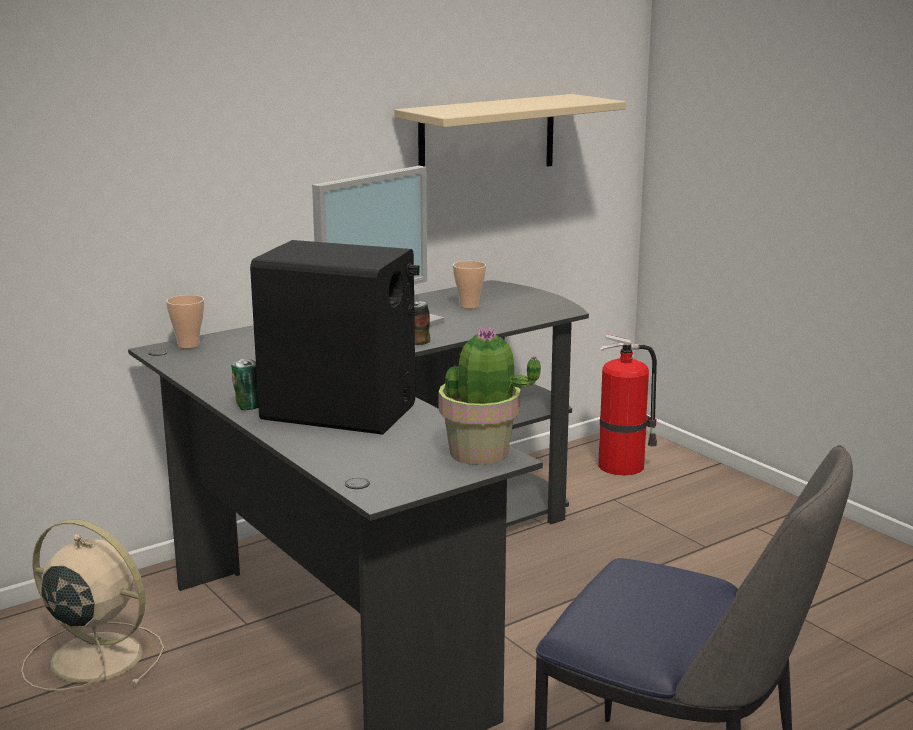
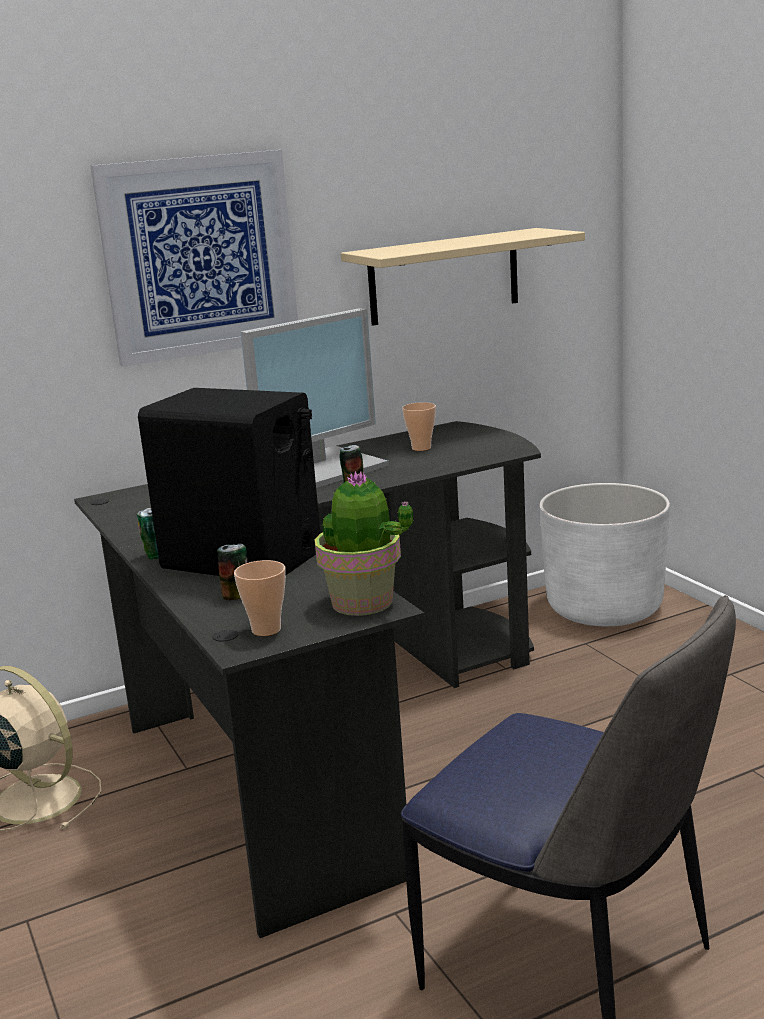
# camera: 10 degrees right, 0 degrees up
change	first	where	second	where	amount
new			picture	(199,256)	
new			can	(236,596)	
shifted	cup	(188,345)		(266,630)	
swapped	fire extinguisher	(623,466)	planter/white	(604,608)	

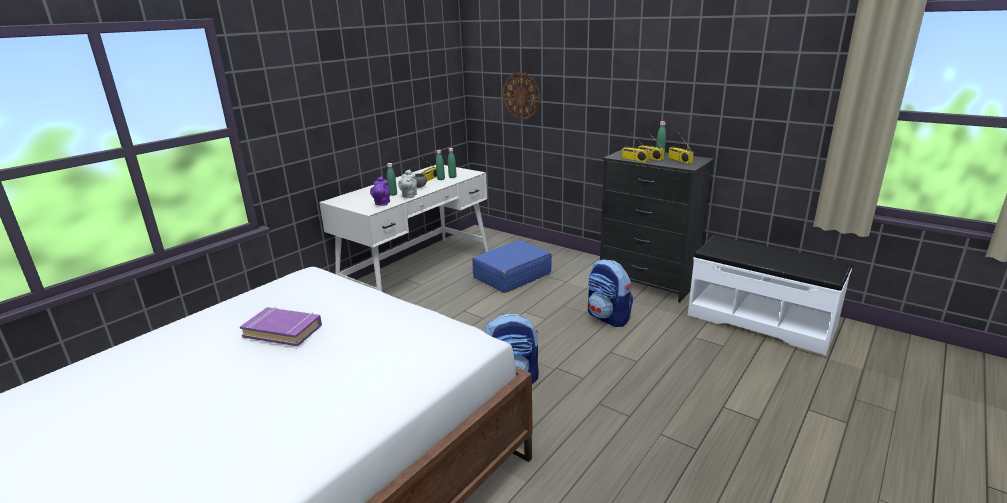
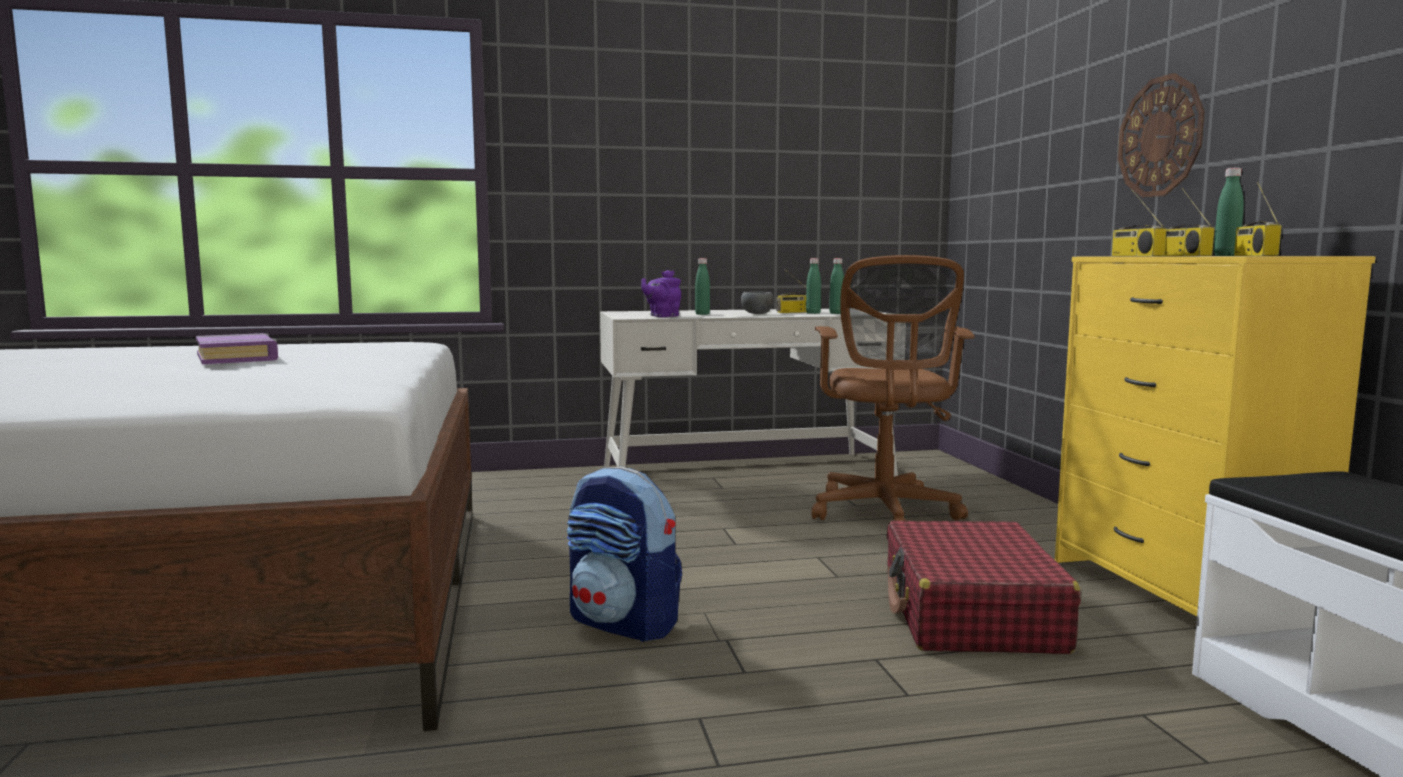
# camera: 40 degrees right, 15 degrees down
change	first	where	second	where	amount
gone	teapot/grey	(409,196)			
shifted	wall clock	(521,95)		(1160,137)	
swapped	suitcase/blue	(512,275)	office chair/brown	(884,513)	
swapped	backpack	(608,317)	suitcase/red	(970,613)	
repainted	dresser/black	(647,282)	dresser/yellow	(1175,594)	

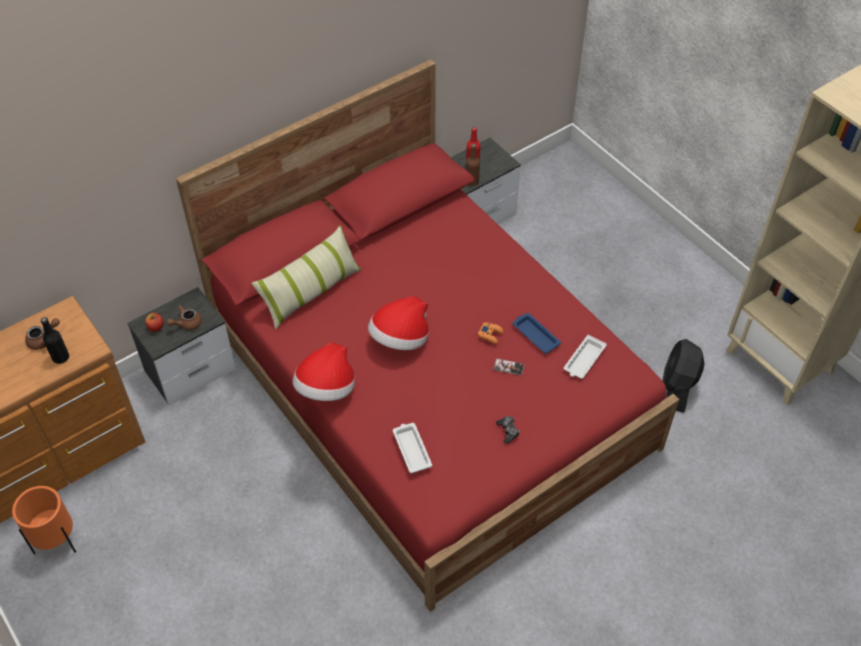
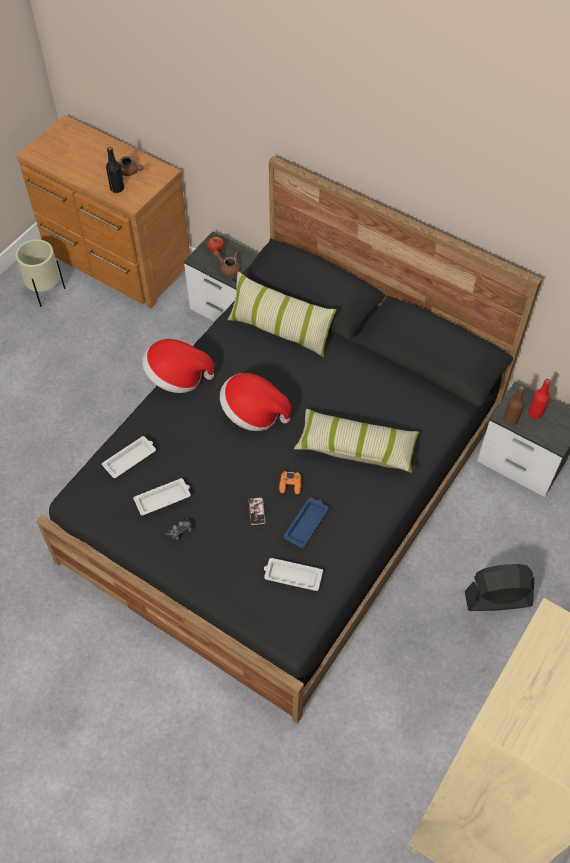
# camera: 70 degrees right, 5 degrees up
change	first	where	second	where	amount
new			tray/white	(163,498)	
new			pillow	(356,447)	
shifted	fan/black	(678,387)		(497,599)	
repainted	planter/orange	(57,542)	planter/beige	(47,293)	
repainted	bed/red	(430,388)	bed/black	(286,489)	

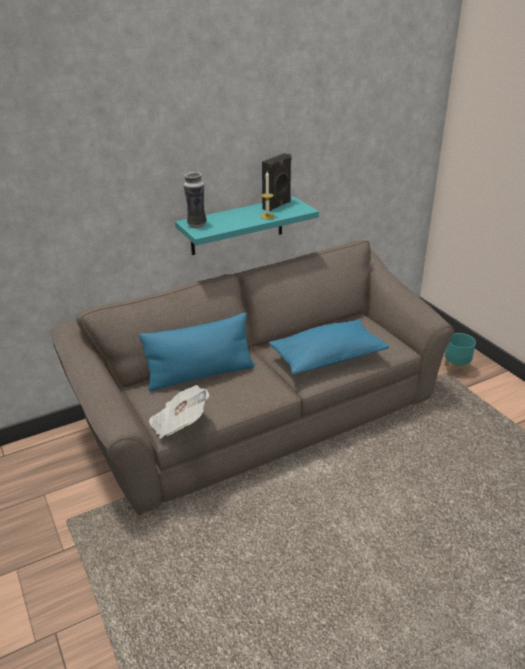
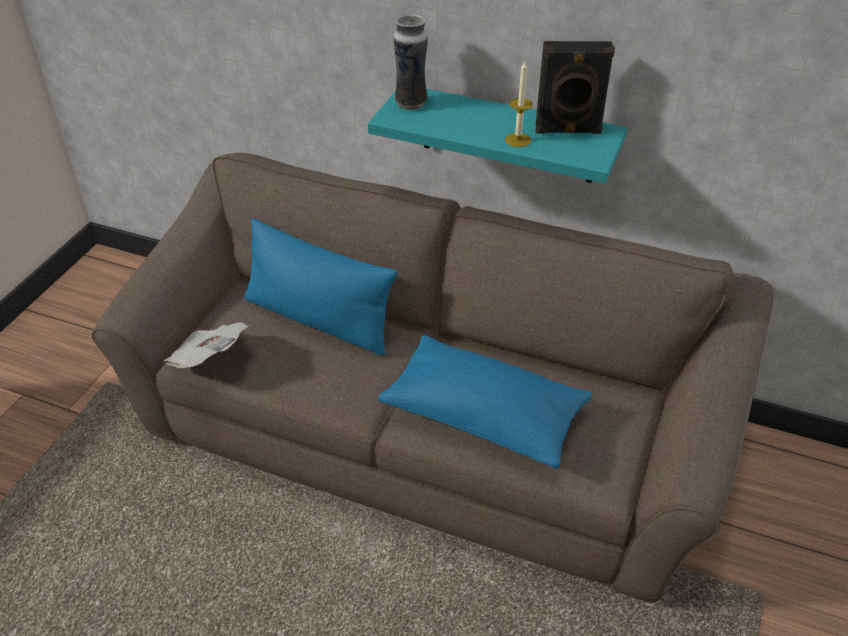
# camera: 50 degrees right, 10 degrees up
change	first	where	second	where	amount
gone	planter/turquoise	(456,370)			

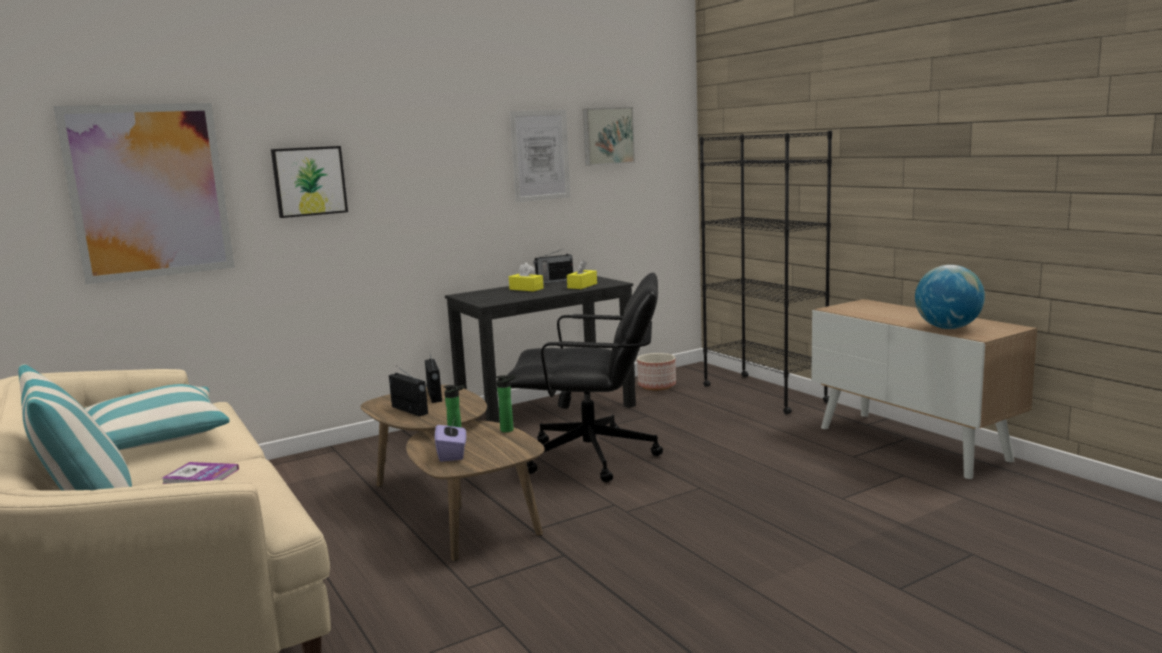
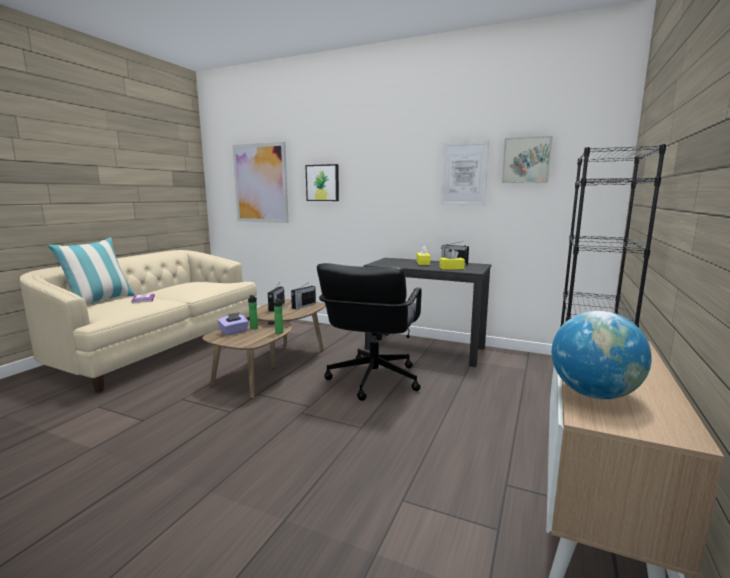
# camera: 55 degrees right, 0 degrees up
change	first	where	second	where	amount
gone	pillow	(154,437)			
gone	planter	(657,385)			
rotated	office chair/black	(592,457)		(372,379)	45 degrees clockwise

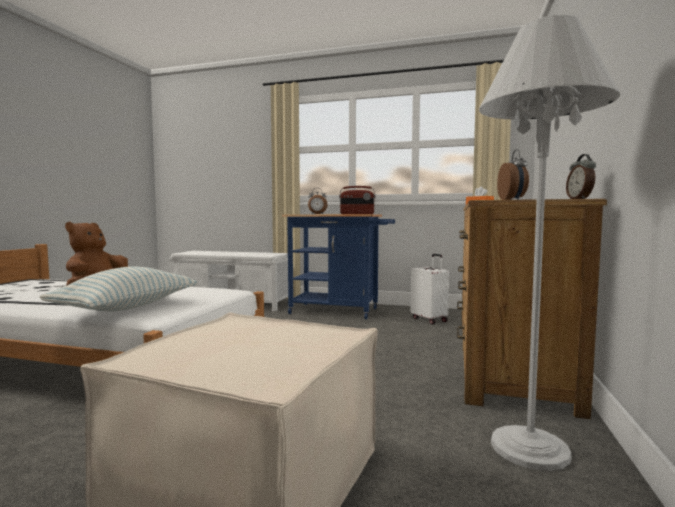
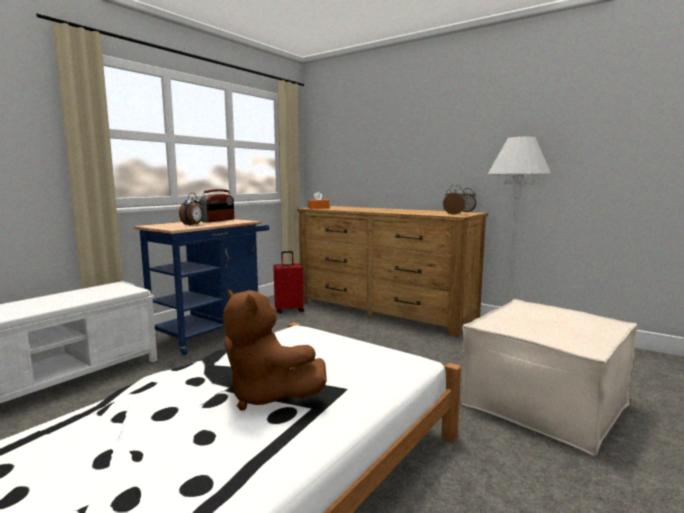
# camera: 70 degrees left, 5 degrees up
change	first	where	second	where	amount
gone	pillow	(127,308)			
repainted	suitcase/white	(430,320)	suitcase/red	(289,310)	

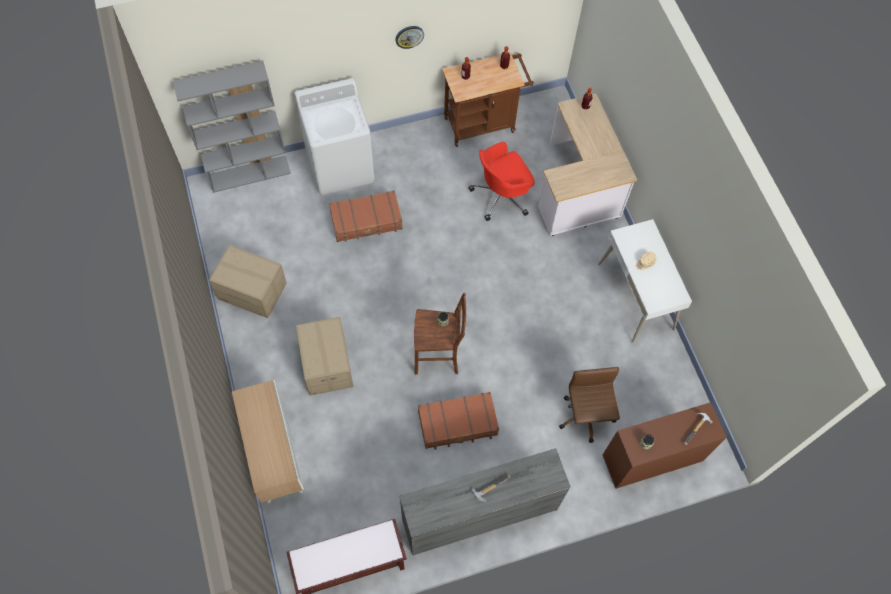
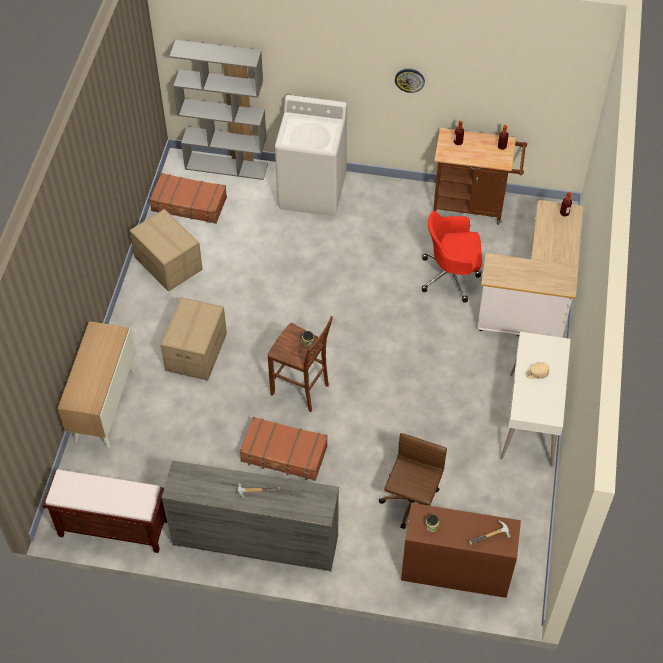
# camera: 30 degrees right, 10 degrees down
change	first	where	second	where	amount
shifted	suitcase/brown	(366,221)		(189,204)	

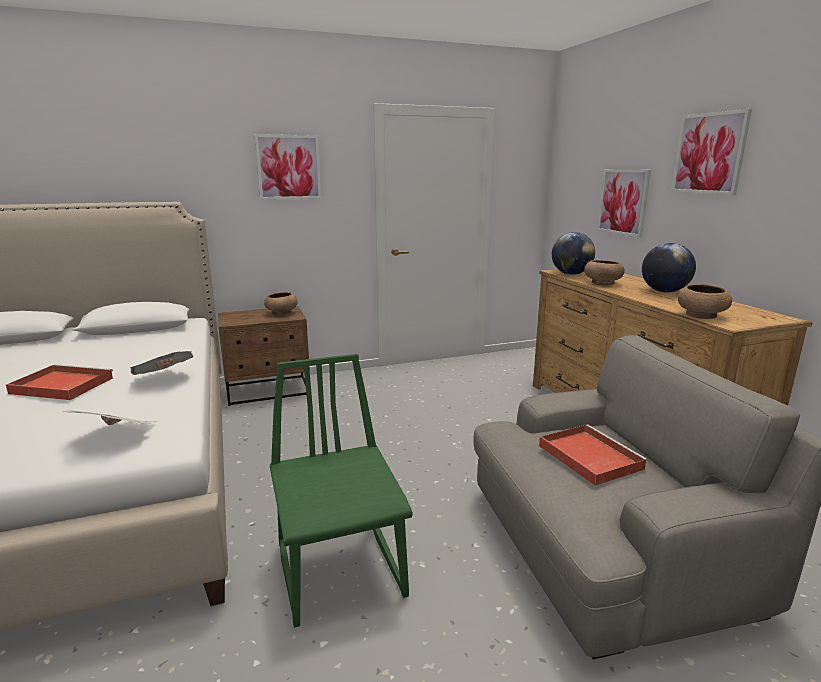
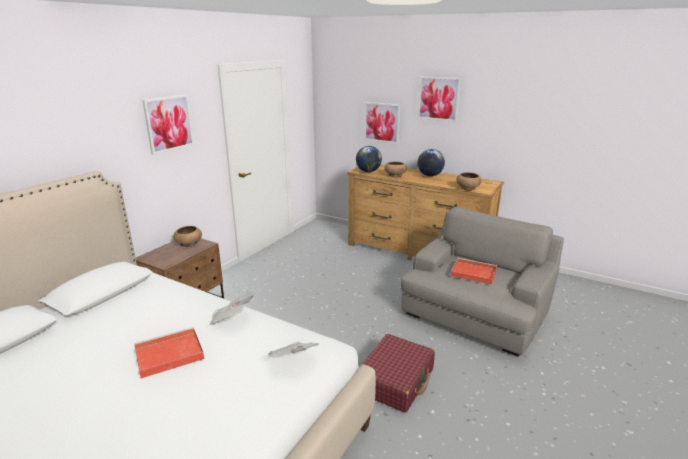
# camera: 40 degrees left, 5 degrees up
change	first	where	second	where	amount
swapped	chair/green	(341,570)	suitcase/red	(395,380)	

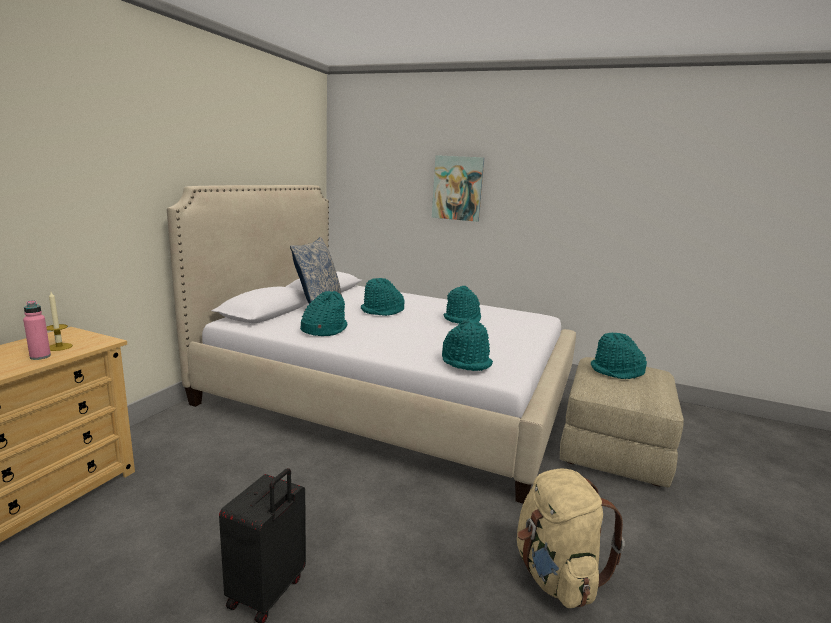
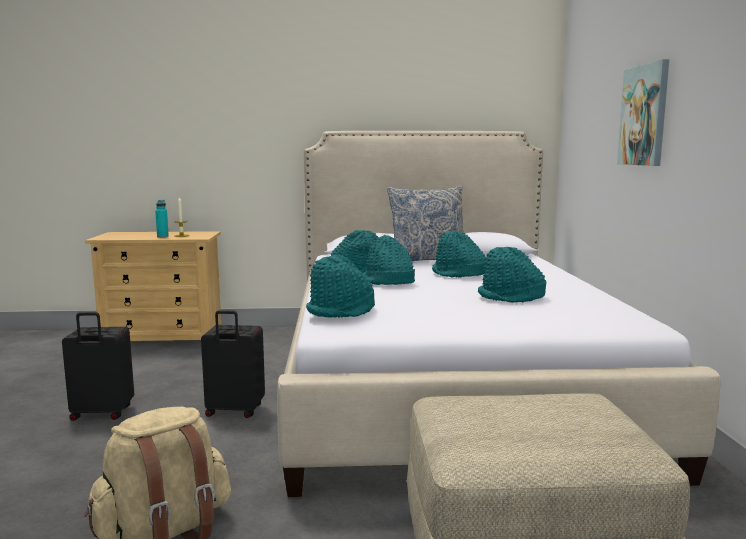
# camera: 65 degrees right, 5 degrees down
change	first	where	second	where	amount
new			suitcase/black	(234,411)	
shifted	hat/turquoise	(617,372)		(387,282)	
repainted	bottle/pink	(40,356)	bottle/turquoise	(162,237)	

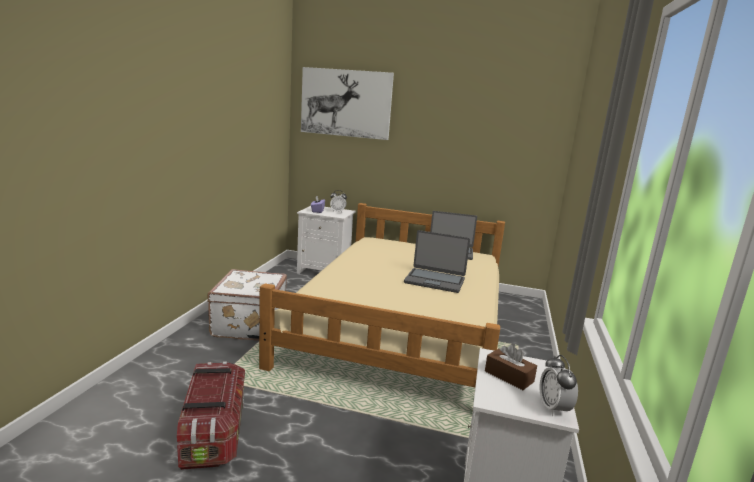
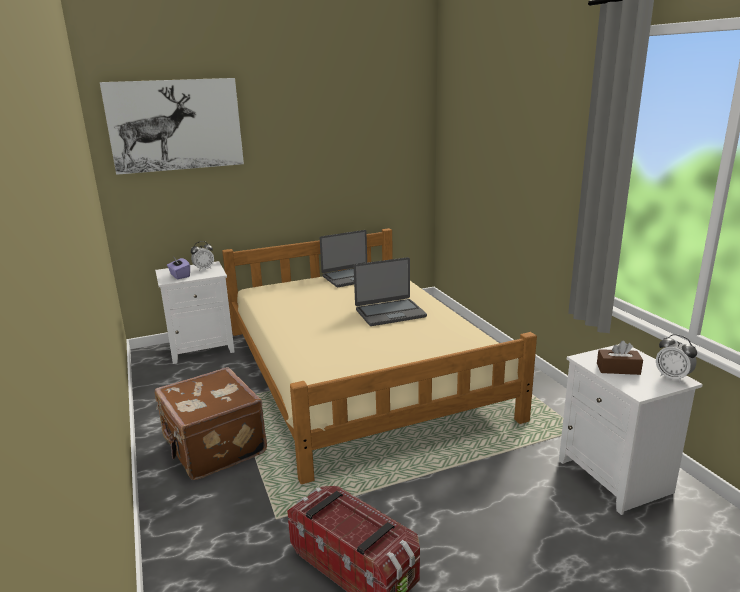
# camera: 35 degrees left, 5 degrees up
change	first	where	second	where	amount
repainted	suitcase/white	(247,325)	suitcase/brown	(213,447)	

